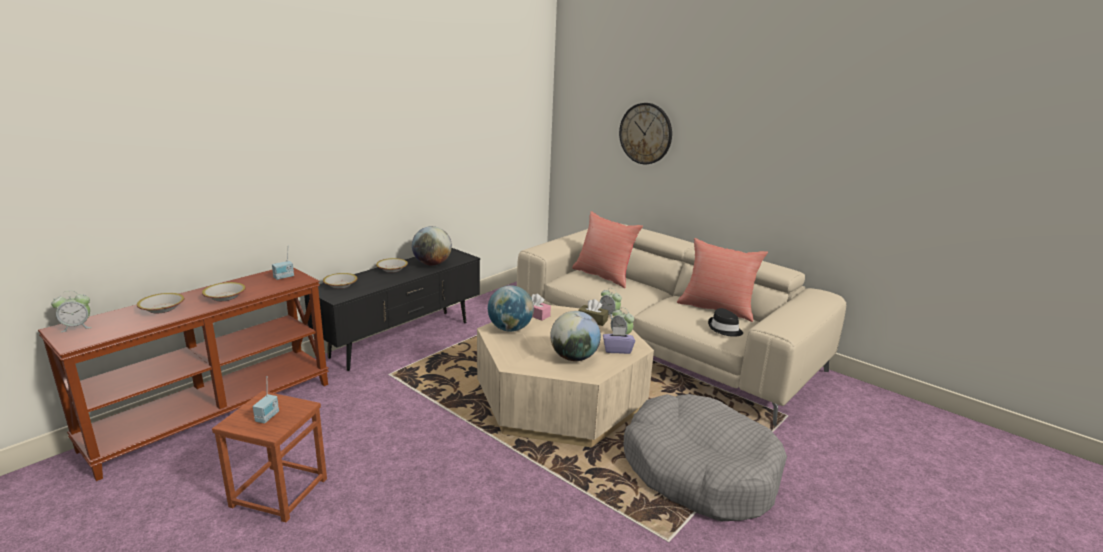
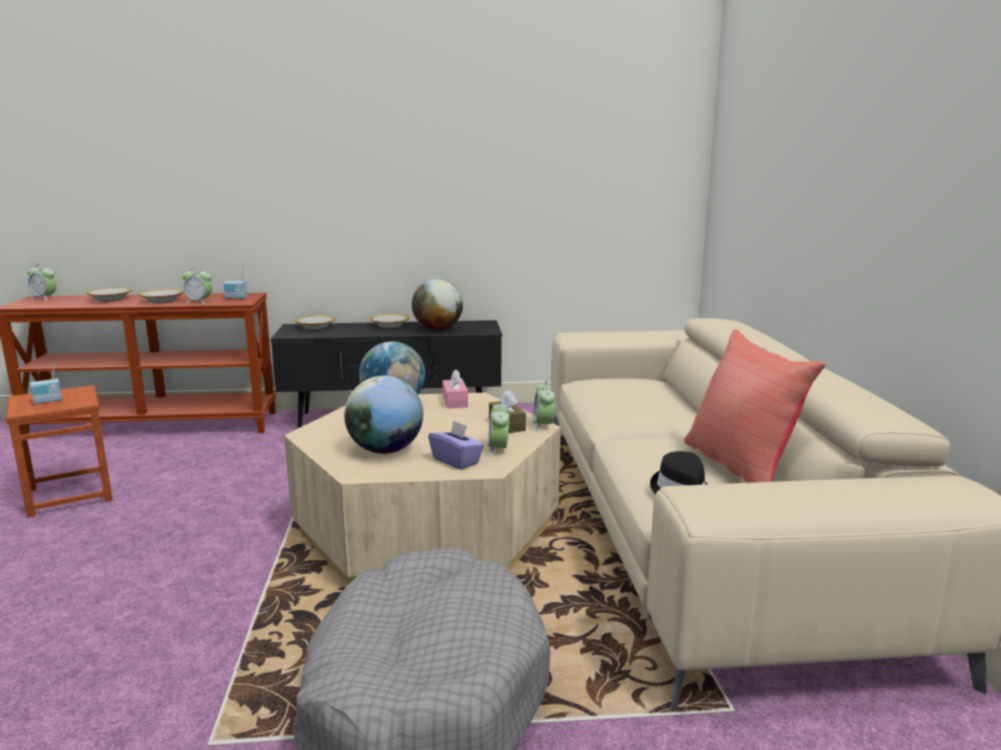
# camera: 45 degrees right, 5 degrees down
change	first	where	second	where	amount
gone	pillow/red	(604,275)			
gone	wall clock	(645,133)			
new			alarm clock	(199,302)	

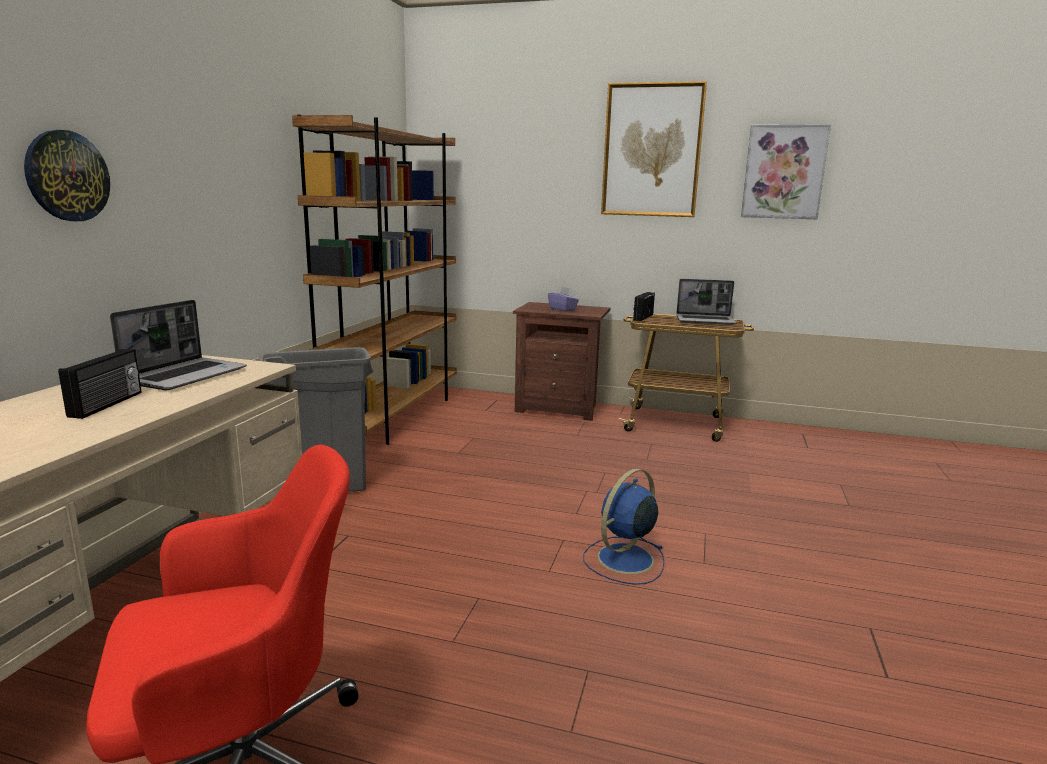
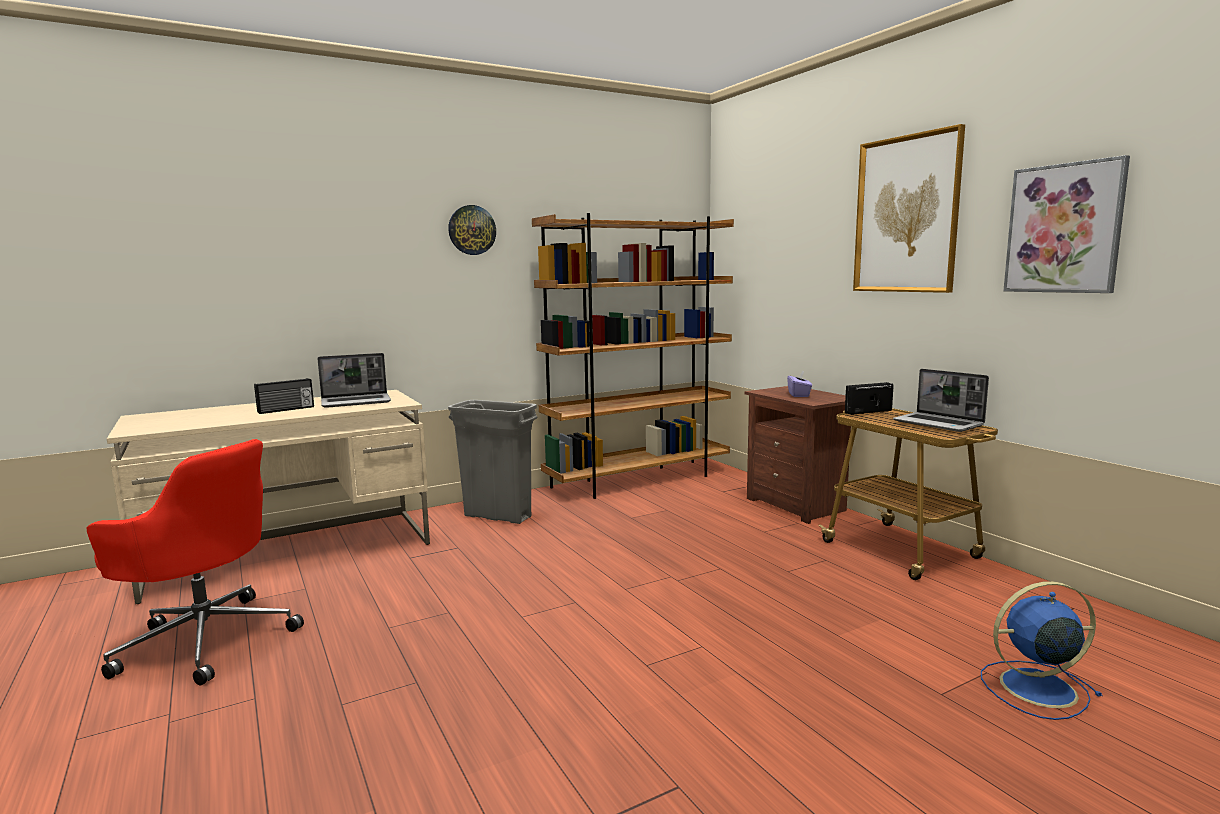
# camera: 45 degrees right, 5 degrees down
change	first	where	second	where	amount
shifted	wall clock	(67,176)		(472,230)	
shifted	fan/blue	(623,560)		(1034,688)	

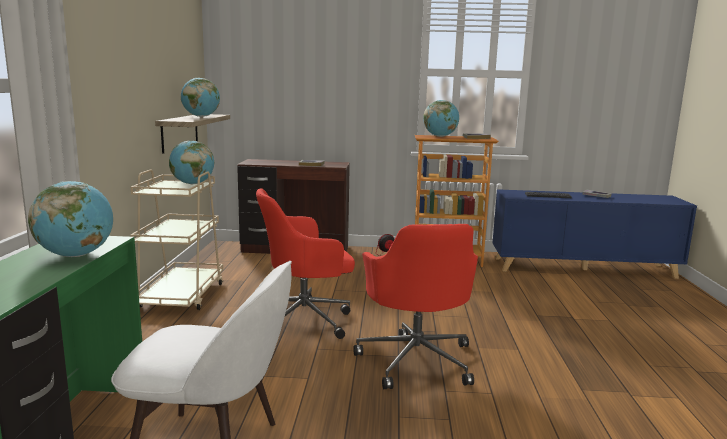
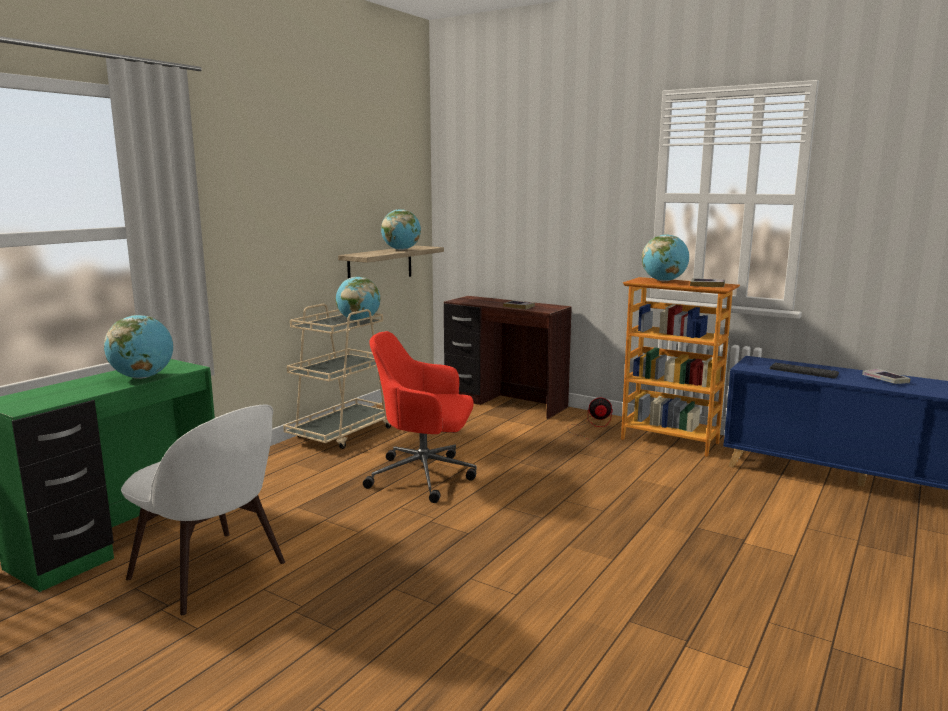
# camera: 30 degrees right, 0 degrees up
change	first	where	second	where	amount
gone	office chair/red	(416,359)			

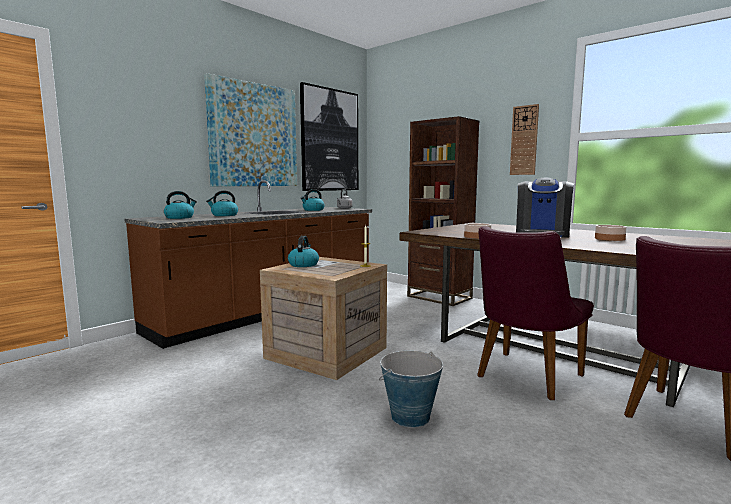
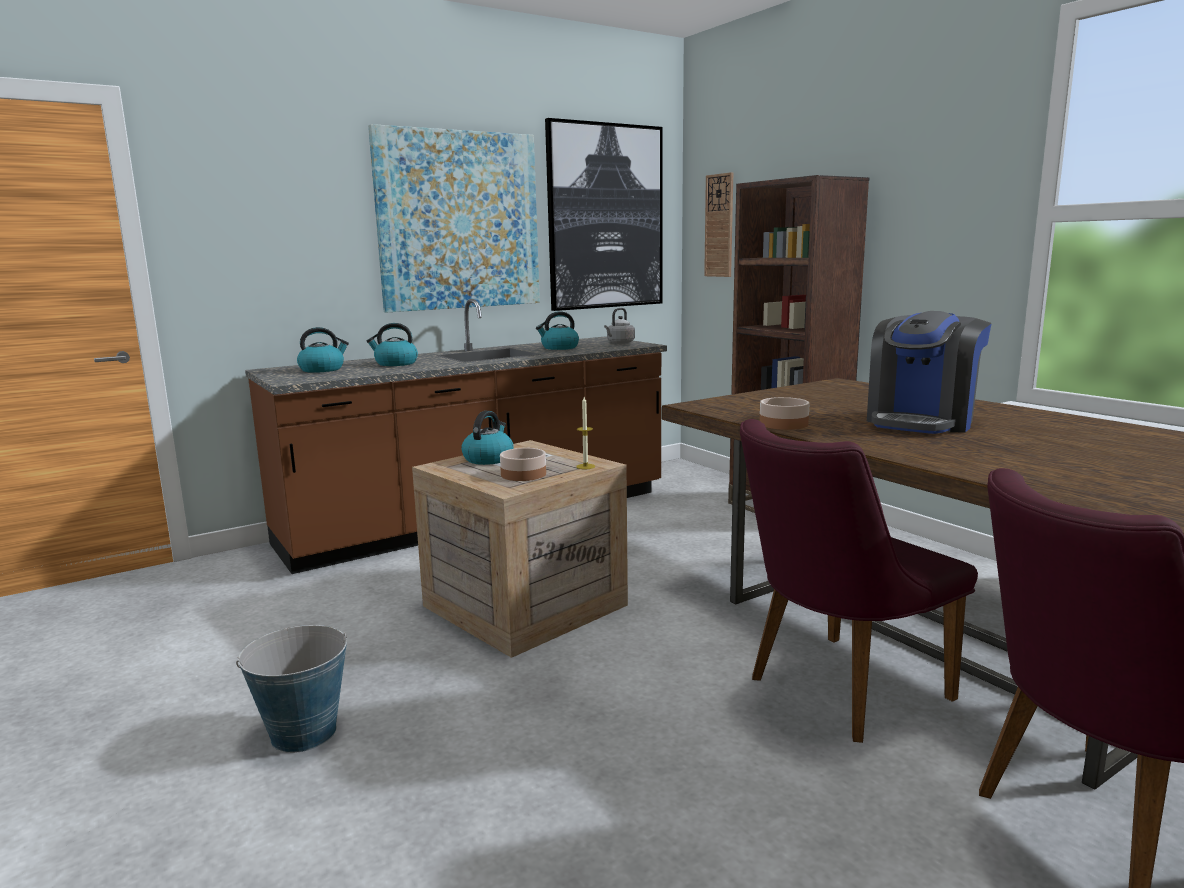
# camera: 15 degrees right, 5 degrees up
change	first	where	second	where	amount
shifted	bucket	(410,417)		(303,733)	
shifted	wall clock	(524,140)		(719,226)	
shifted	bowl	(610,239)		(523,474)	

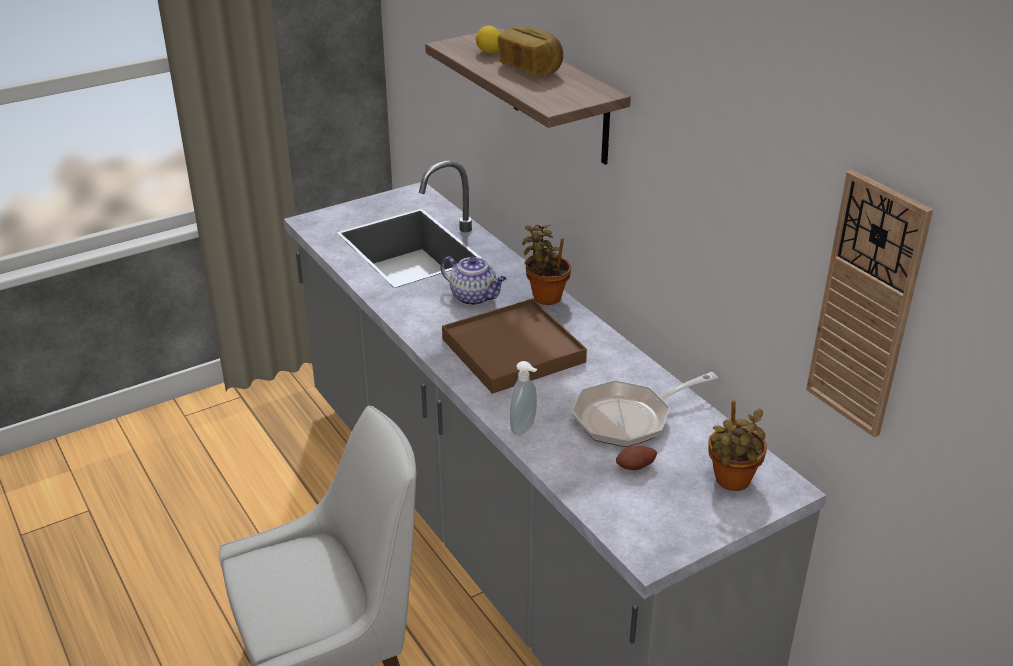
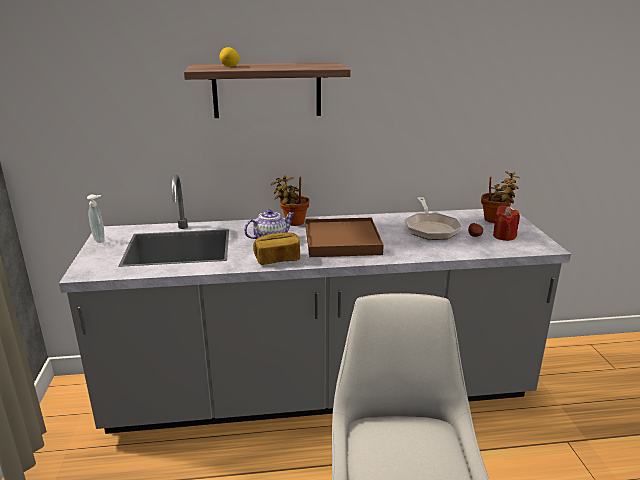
# camera: 65 degrees left, 10 degrees down
change	first	where	second	where	amount
gone	wall clock	(866,307)			
new			candle/red	(504,236)	
shifted	bread	(531,68)		(277,259)	
shifted	soap dispenser	(525,429)		(100,240)	

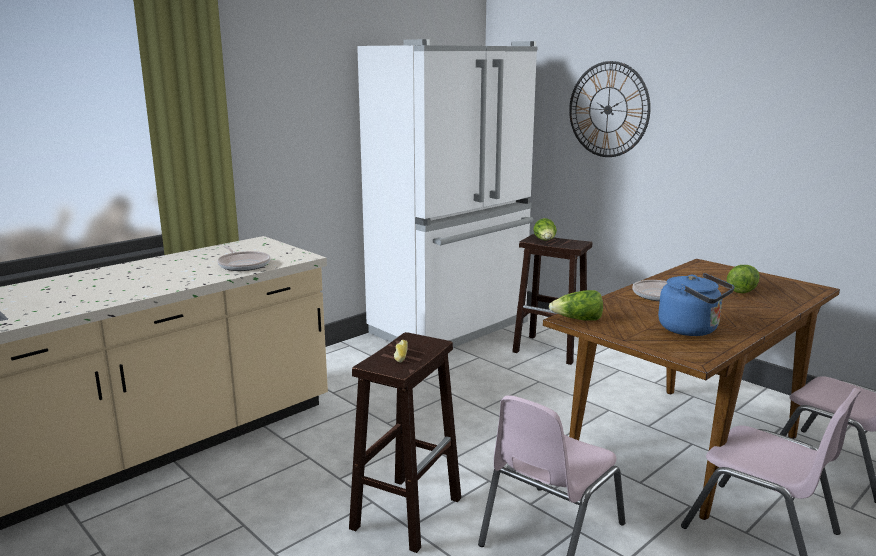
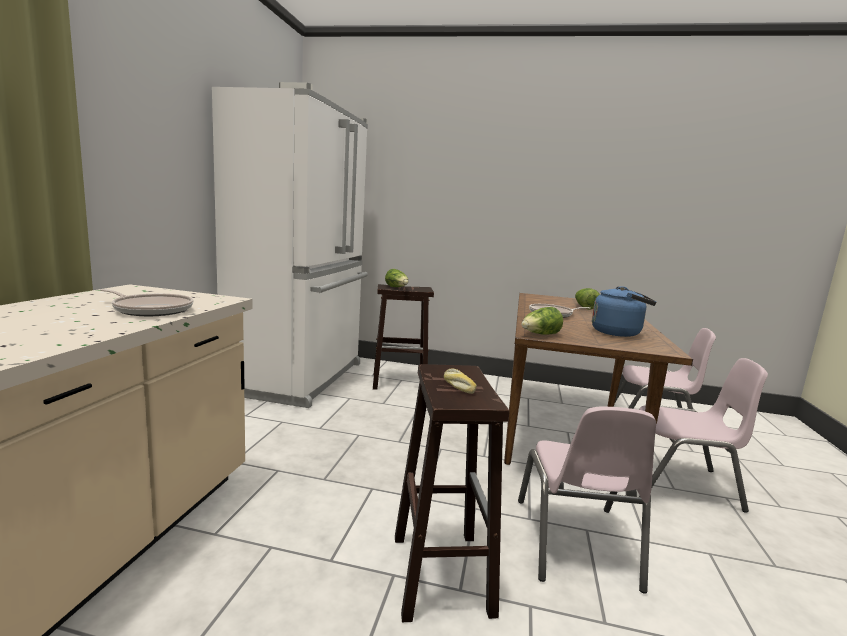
# camera: 35 degrees left, 5 degrees down
change	first	where	second	where	amount
gone	wall clock	(608,109)			

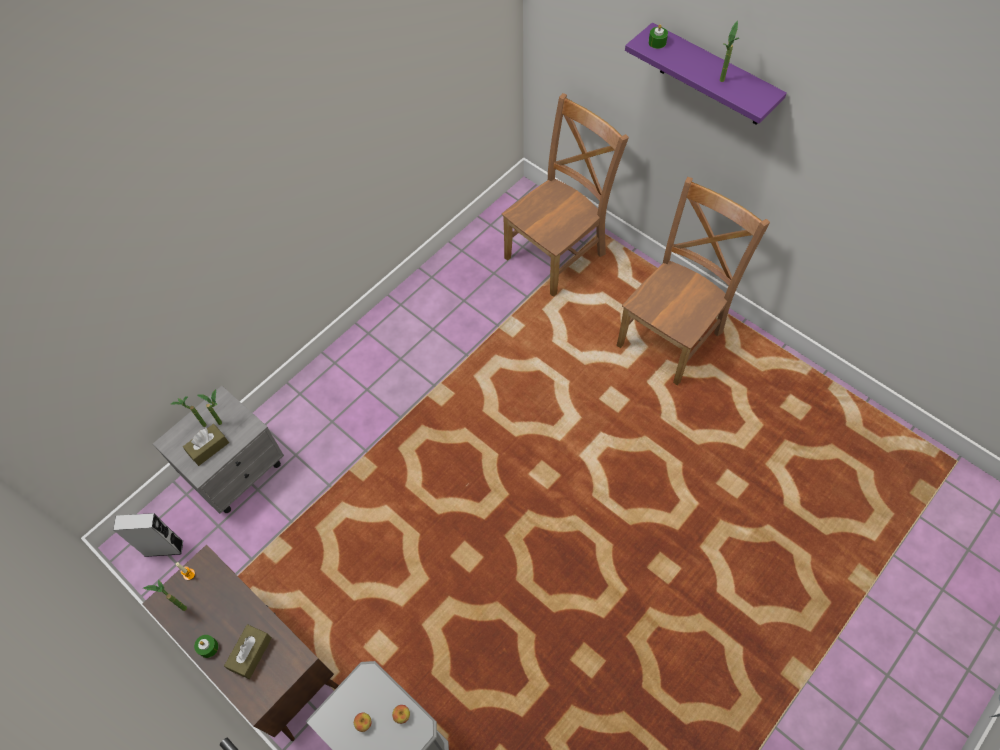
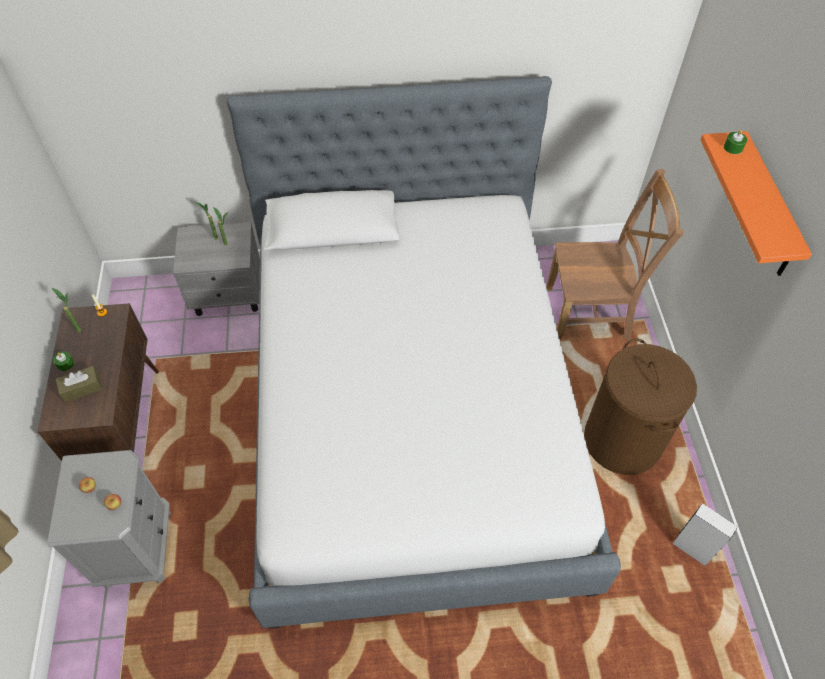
# camera: 40 degrees right, 5 degrees down
change	first	where	second	where	amount
gone	tissue box/brown	(208,448)			
gone	potted plant	(721,84)			
new			bed	(412,412)	
shifted	speaker/grey	(163,548)		(691,549)	
swapped	chair/brown	(672,336)	laundry basket/brown	(623,440)	
repainted	shelf/purple	(712,77)	shelf/orange	(767,208)	

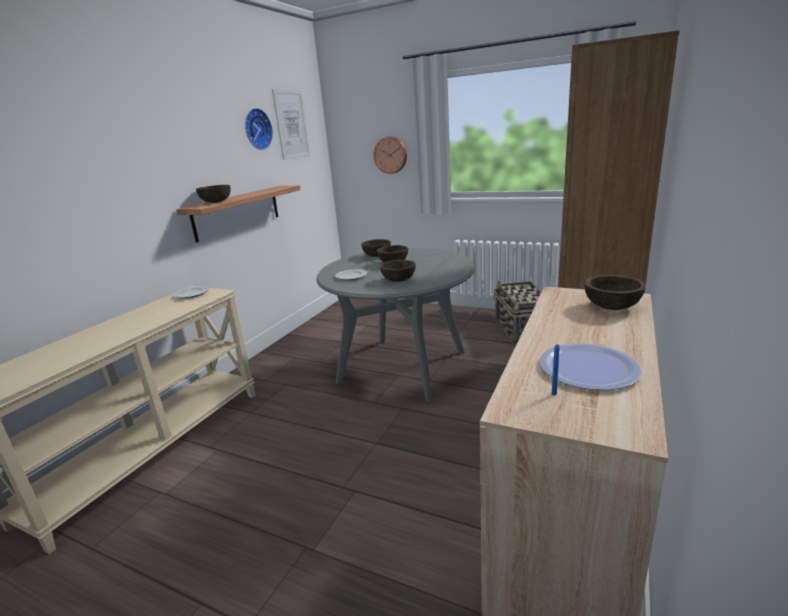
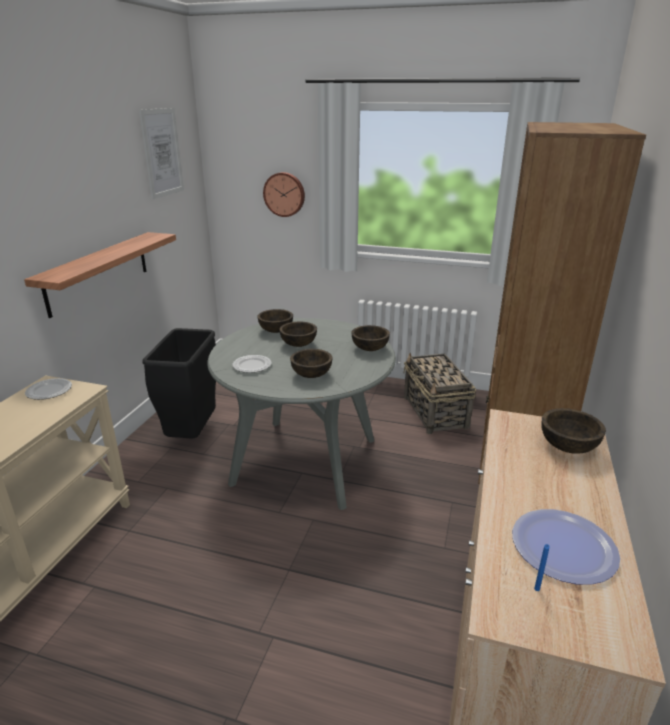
# camera: 10 degrees left, 5 degrees up
change	first	where	second	where	amount
gone	wall clock	(256,129)			
new			trash can/black	(192,435)	
shifted	bowl/brown	(216,202)		(370,348)	

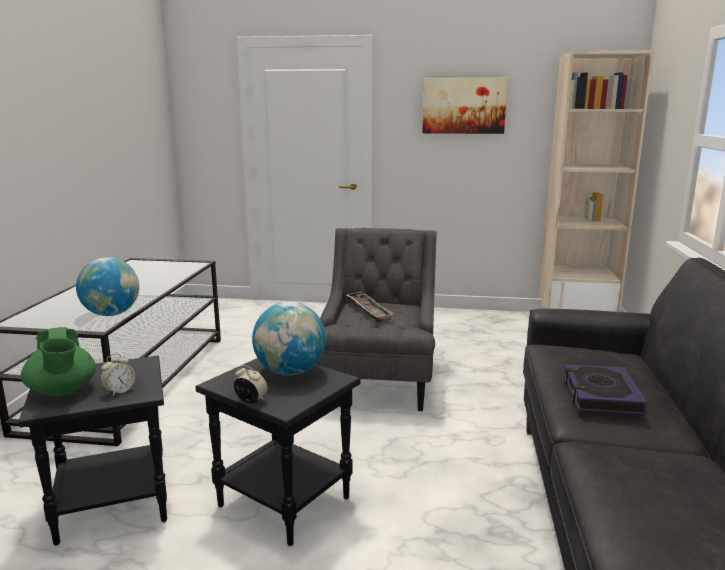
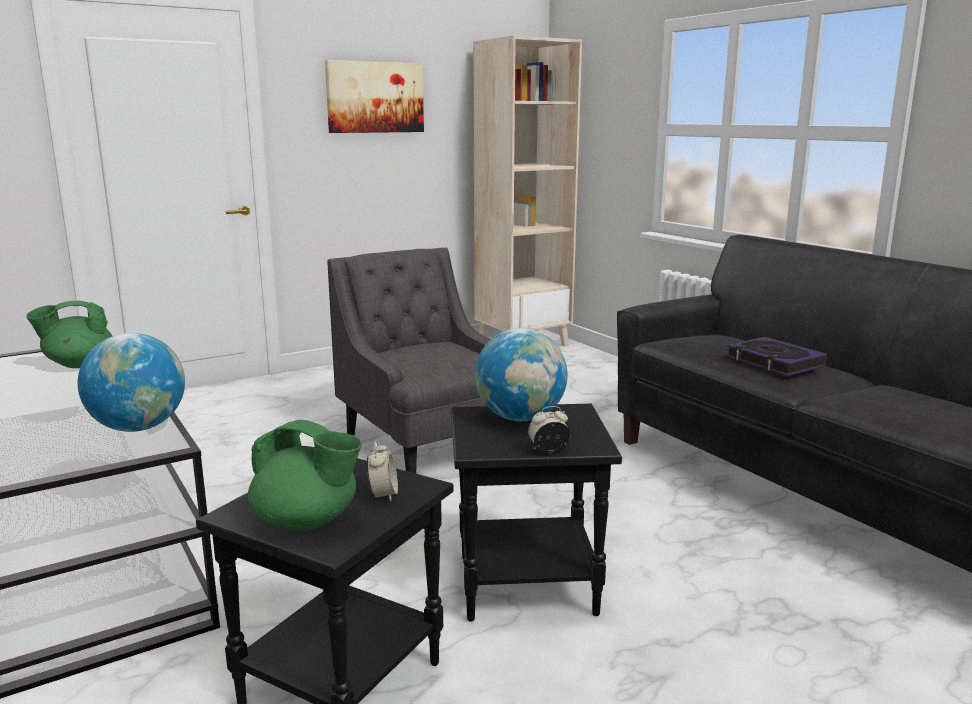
# camera: 40 degrees left, 0 degrees up
change	first	where	second	where	amount
gone	tray	(368,310)			
new			teapot/green	(79,364)	

